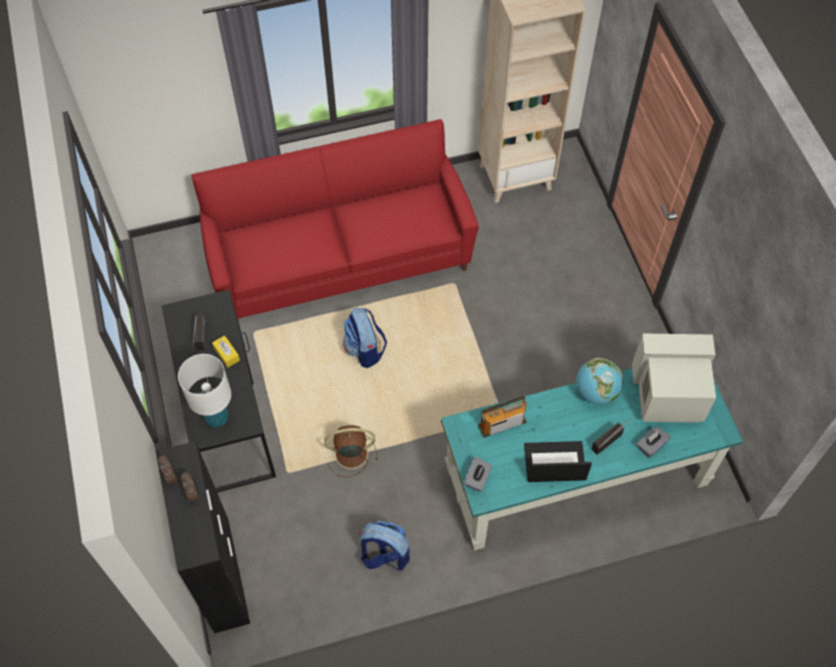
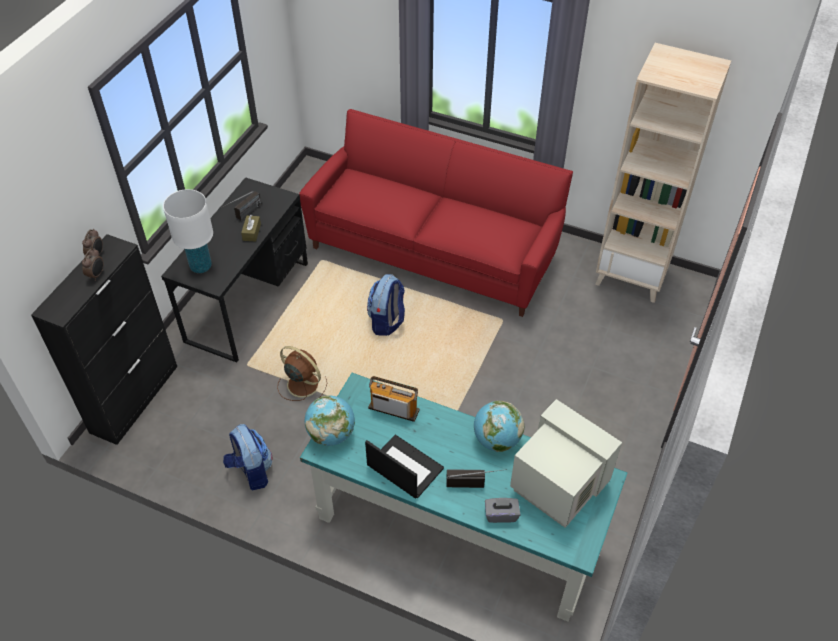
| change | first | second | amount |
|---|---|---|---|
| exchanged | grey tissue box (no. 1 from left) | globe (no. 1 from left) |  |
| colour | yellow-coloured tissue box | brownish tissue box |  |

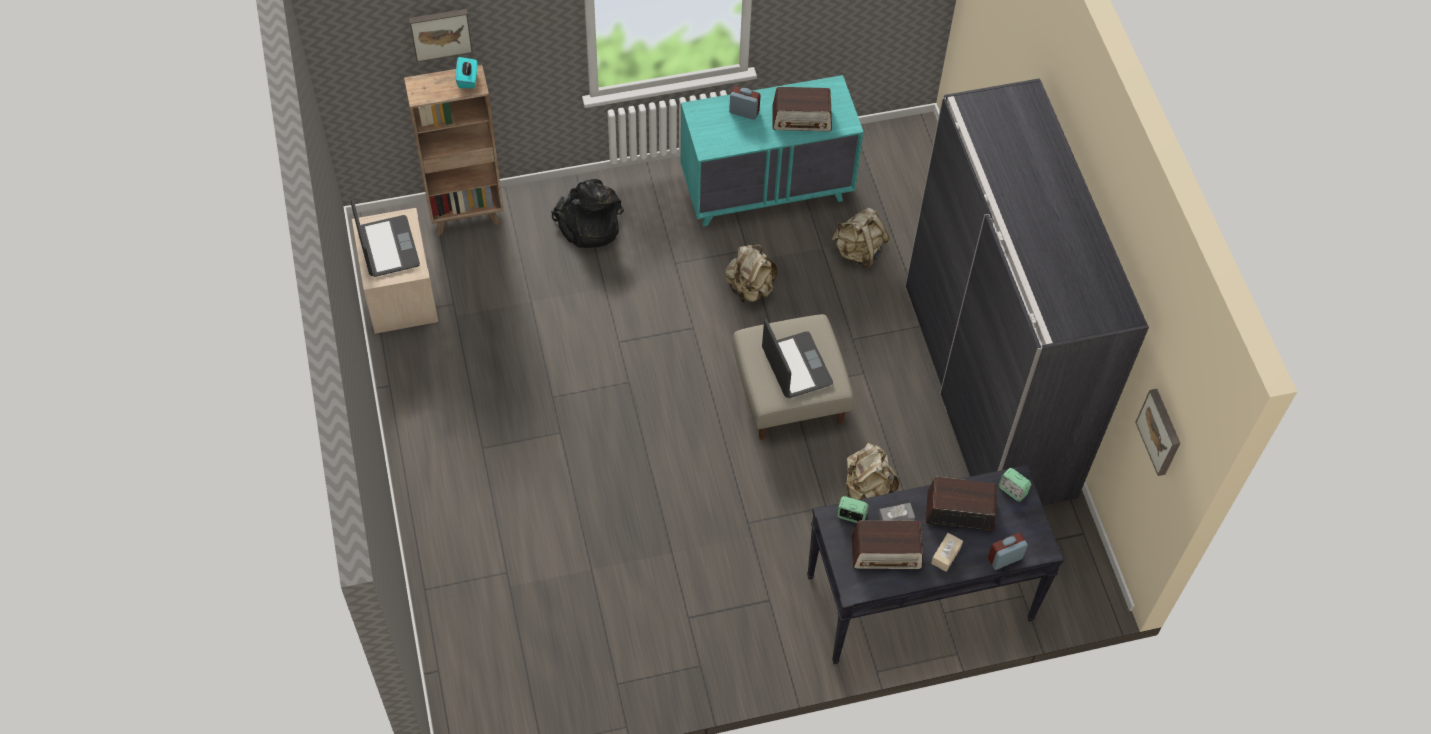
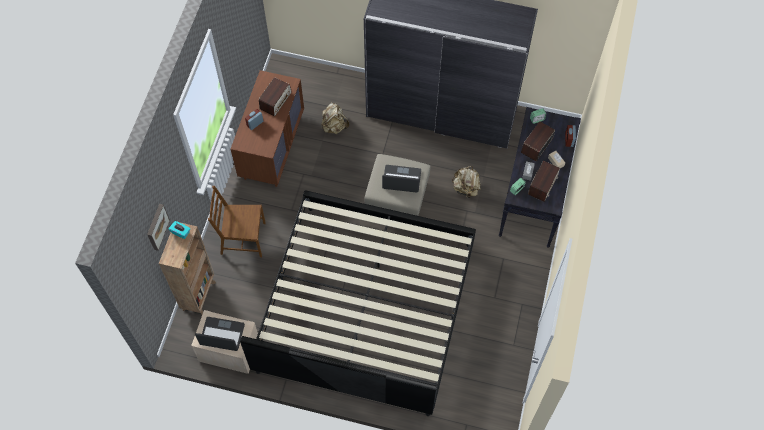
| change | first | second | amount |
|---|---|---|---|
| missing | beige backpack (no. 1 from left) |  |  |
| missing | wall picture (no. 2 from left) |  |  |
| appeared |  | bed |  |
| exchanged | black backpack | brownish upright chair |  |
| colour | blue-green dresser | brownish dresser |  |

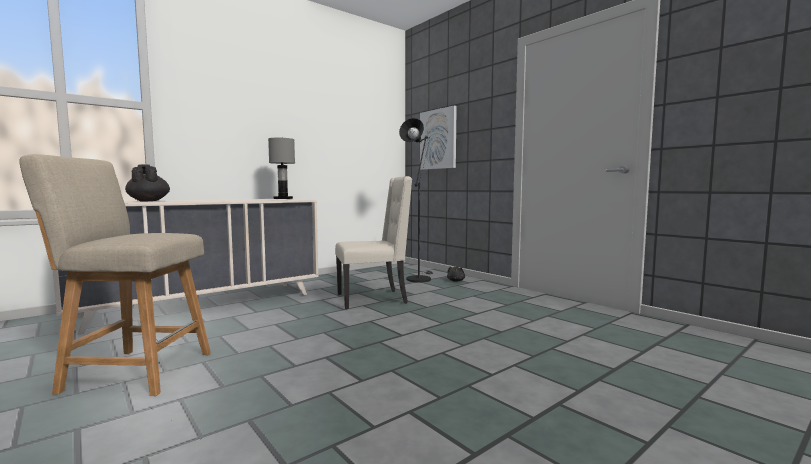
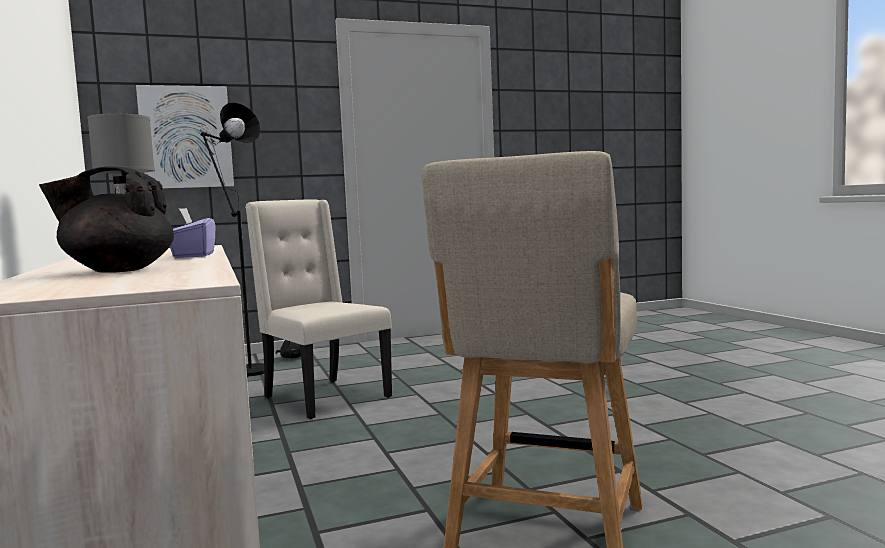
| change | first | second | amount |
|---|---|---|---|
| appeared |  | purple-coloured tissue box |  |
| spun | beige upright chair (no. 2 from left in the first image) | beige upright chair (no. 1 from left) | 45 degrees counterclockwise |

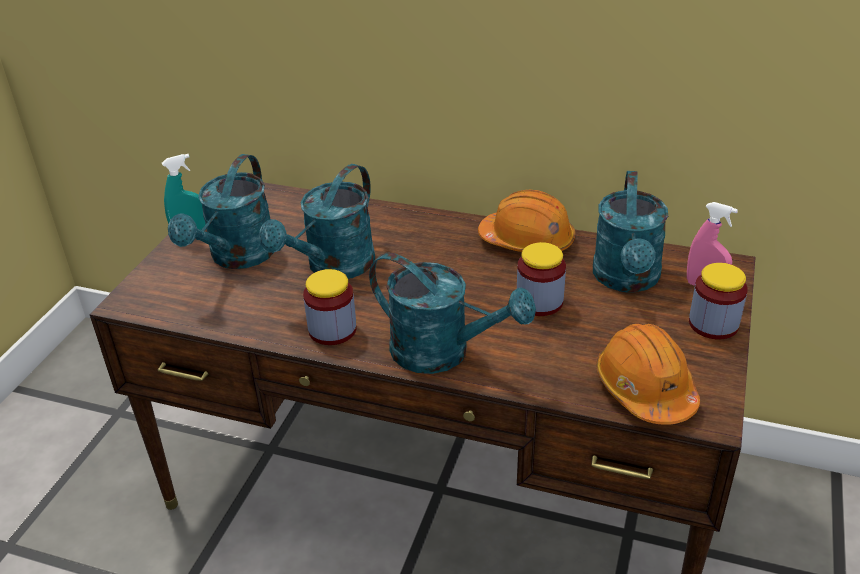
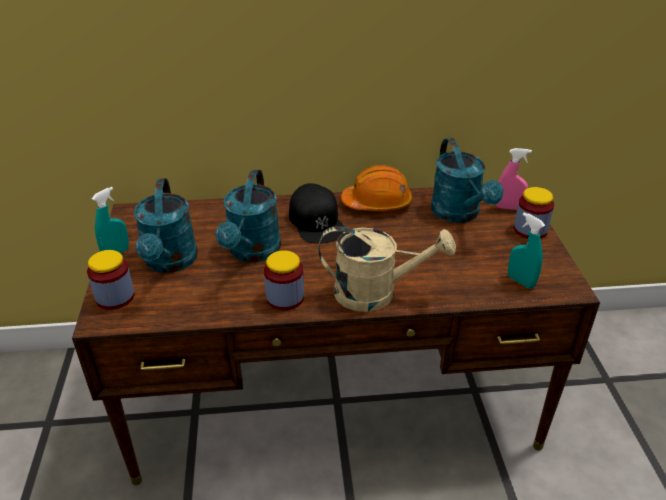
| change | first | second | amount |
|---|---|---|---|
| appeared |  | black baseball cap |  |
| relocated | storage jar (no. 2 from left in the first image) | storage jar (no. 1 from left) |  |
| exchanged | orangey work helmet (no. 2 from left) | blue-green spray bottle (no. 2 from left) |  |
| colour | blue-green watering can (no. 3 from left) | beige watering can |  |

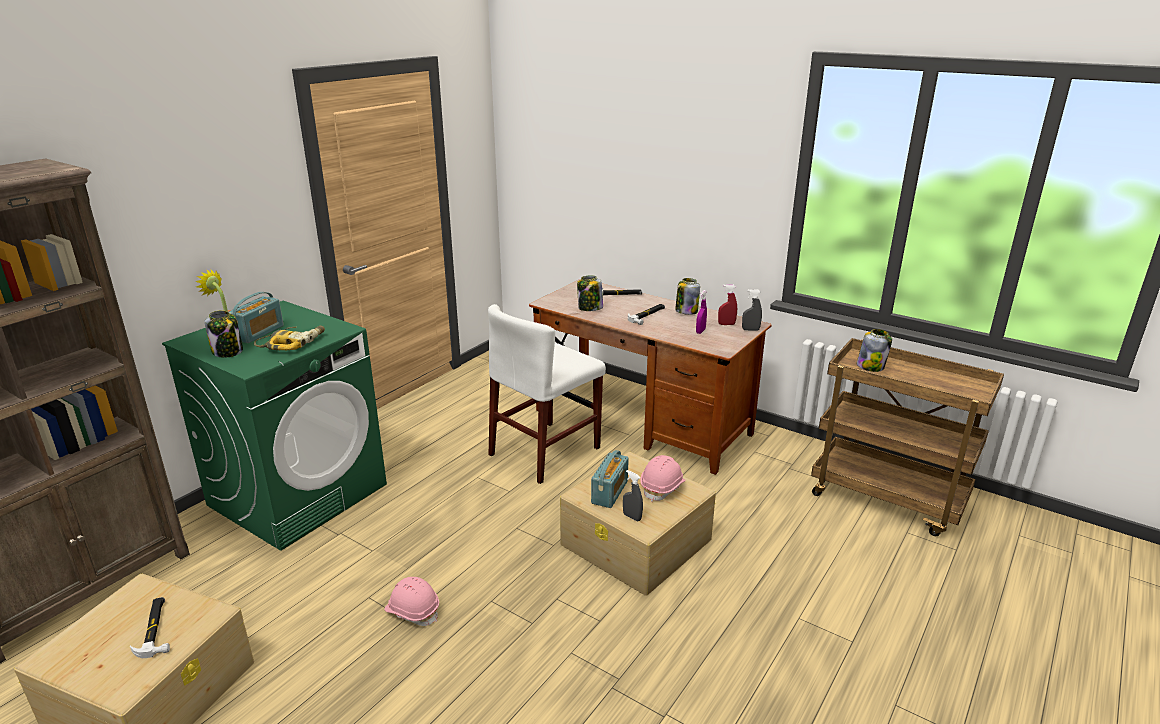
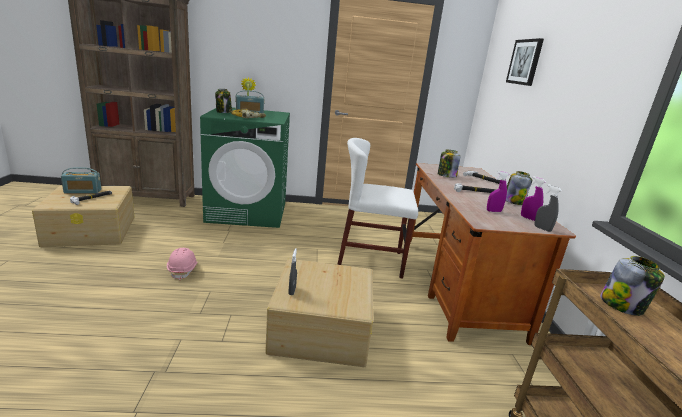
| change | first | second | amount |
|---|---|---|---|
| missing | pink-coloured work helmet (no. 2 from left) |  |  |
| appeared |  | wall picture |  |
| relocated | radio (no. 2 from left in the first image) | radio (no. 1 from left) |  |
| colour | red-coloured spray bottle | purple-coloured spray bottle (no. 2 from left) |  |

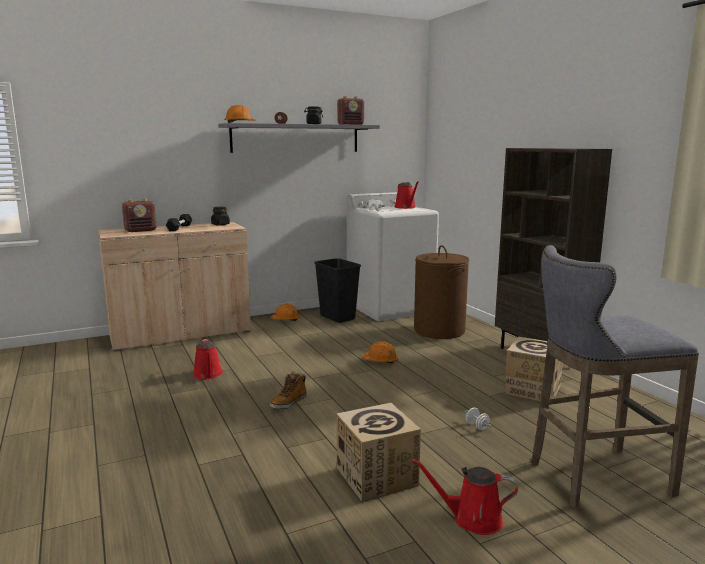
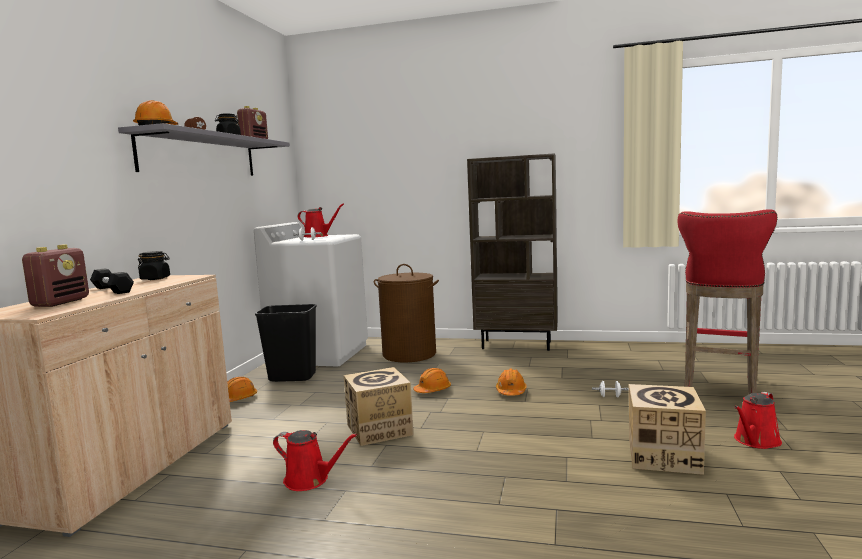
| change | first | second | amount |
|---|---|---|---|
| missing | high-top boot |  |  |
| appeared |  | orangey work helmet (no. 4 from left) |  |
| relocated | packing box (no. 2 from left in the first image) | packing box (no. 1 from left) |  |
| colour | grey stool | red-coloured stool |  |

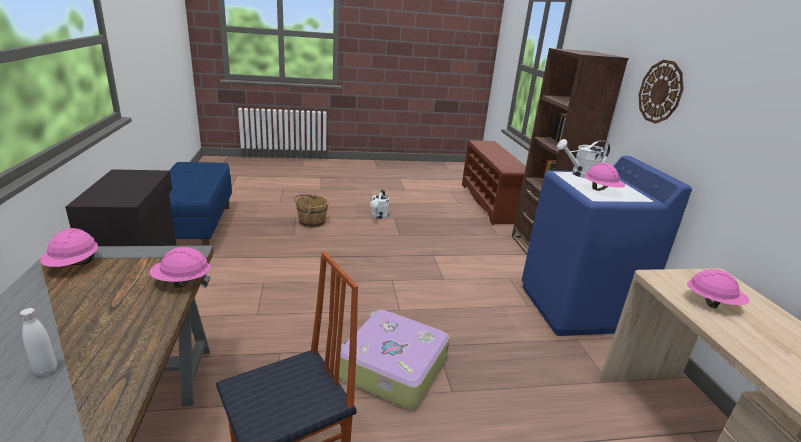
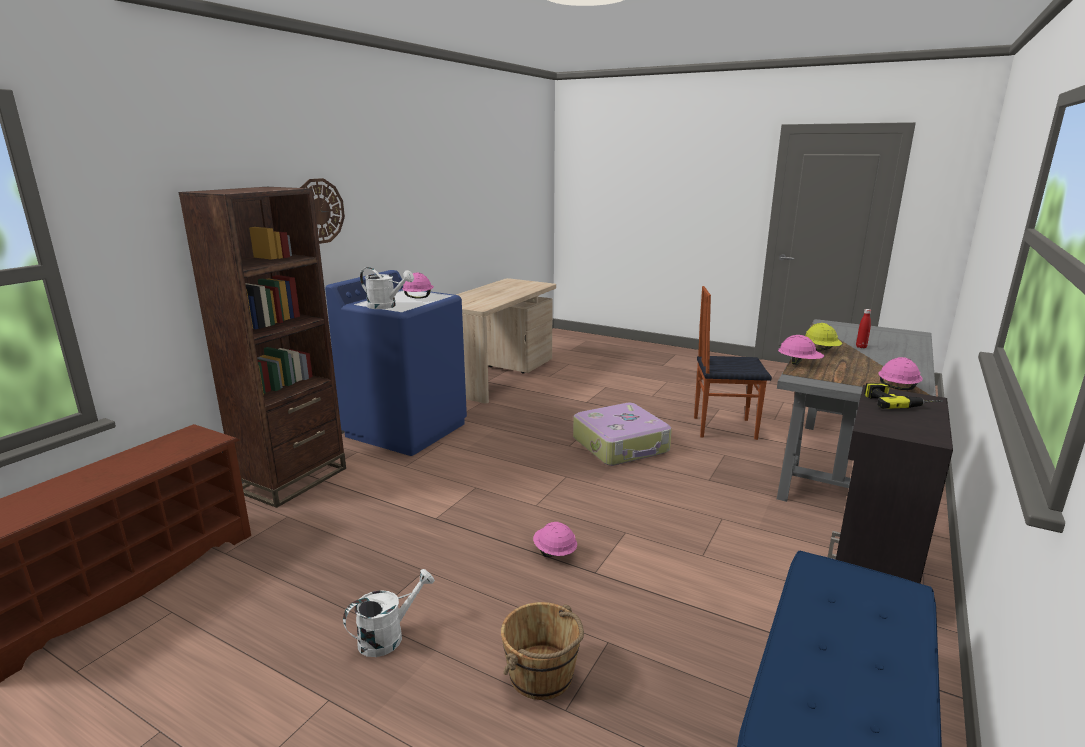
| change | first | second | amount |
|---|---|---|---|
| appeared |  | yellow-coloured work helmet |  |
| appeared |  | power drill |  |
| relocated | pink-coloured work helmet (no. 4 from left in the first image) | pink-coloured work helmet (no. 2 from left) |  |
| colour | white-coloured bottle | red-coloured bottle |  |

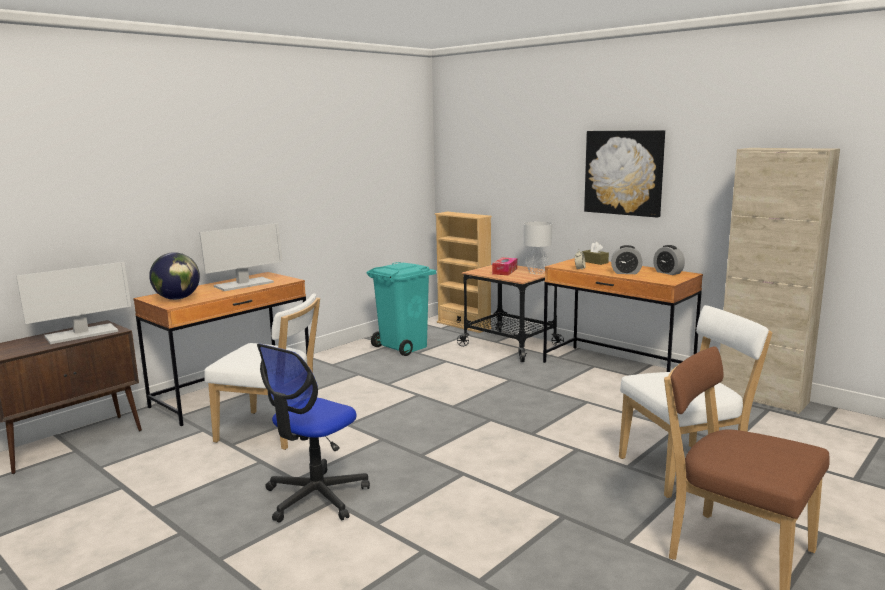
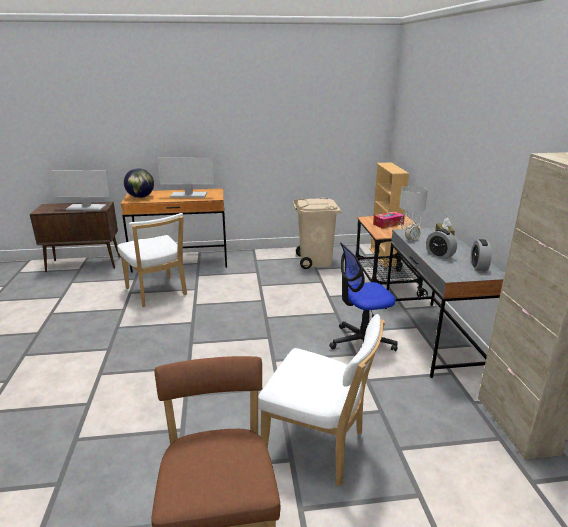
| change | first | second | amount |
|---|---|---|---|
| missing | wall picture |  |  |
| relocated | office chair |  |  |
| colour | blue-green waste bin | beige waste bin |  |
| colour | brownish desk table (no. 2 from left) | grey desk table |  |

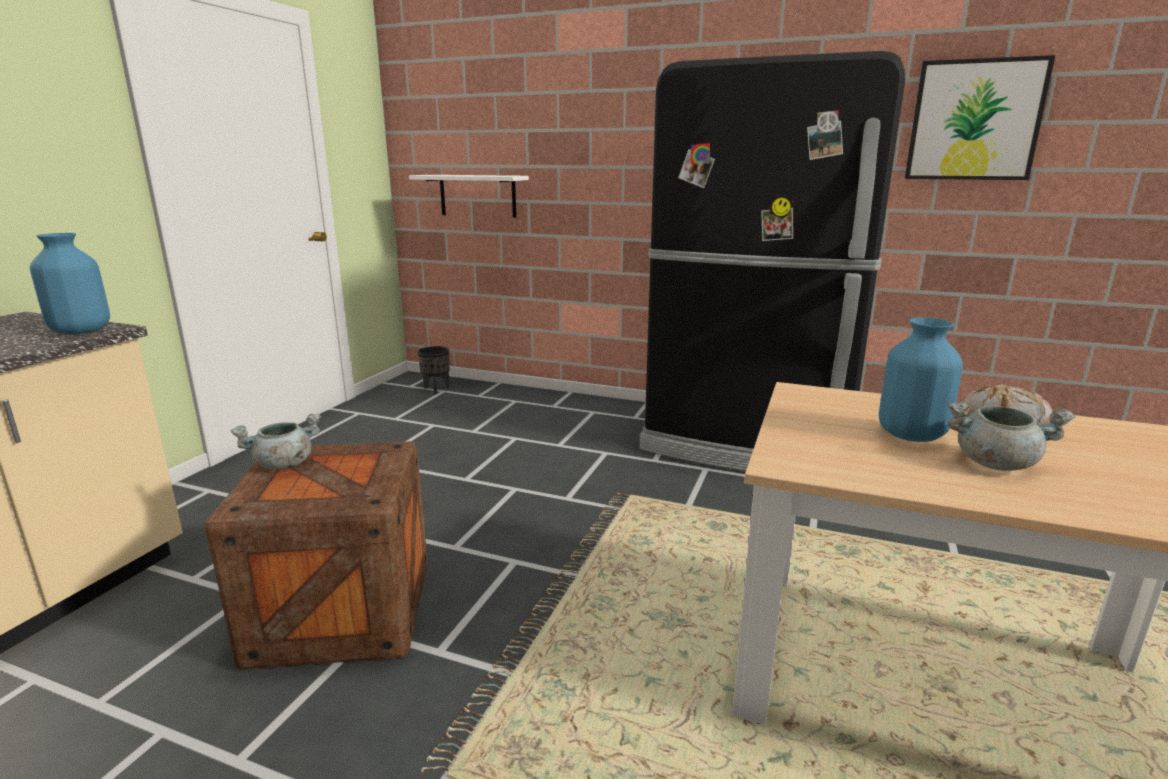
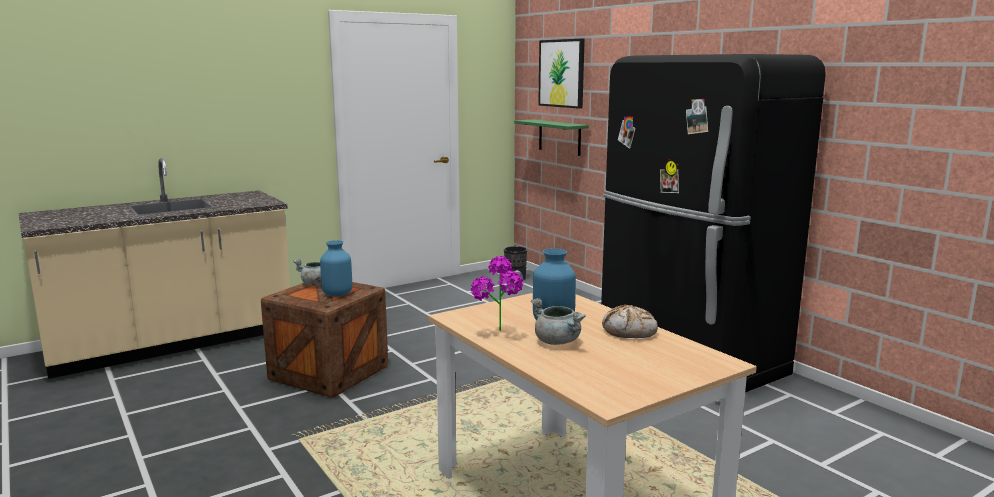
| change | first | second | amount |
|---|---|---|---|
| appeared |  | plant in a pot |  |
| relocated | blue-coloured vase (no. 1 from left) |  |  |
| relocated | wall picture |  |  |
| colour | white-coloured shelf | greenish shelf |  |

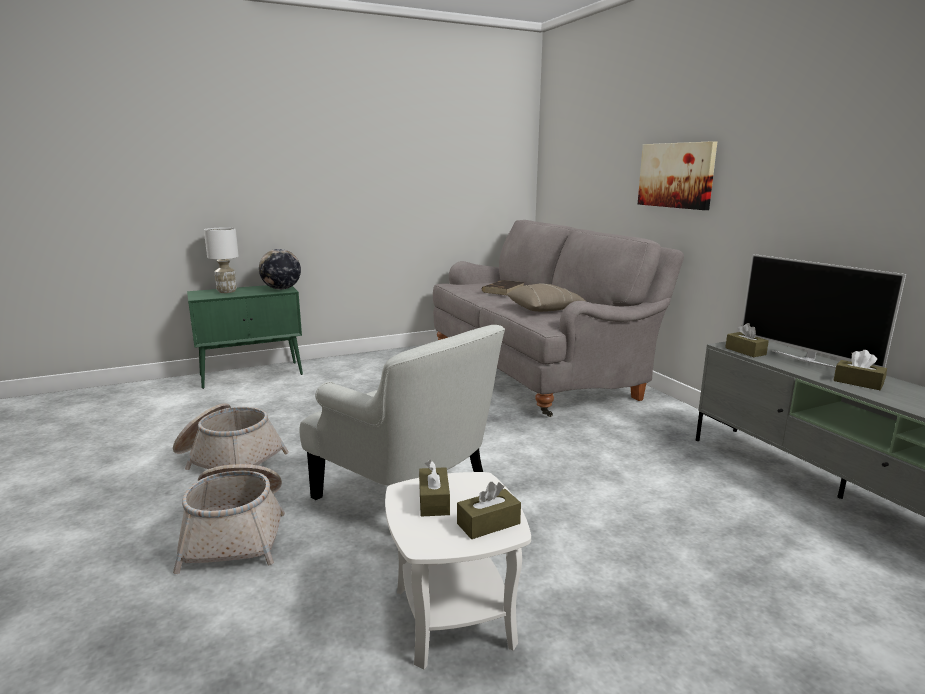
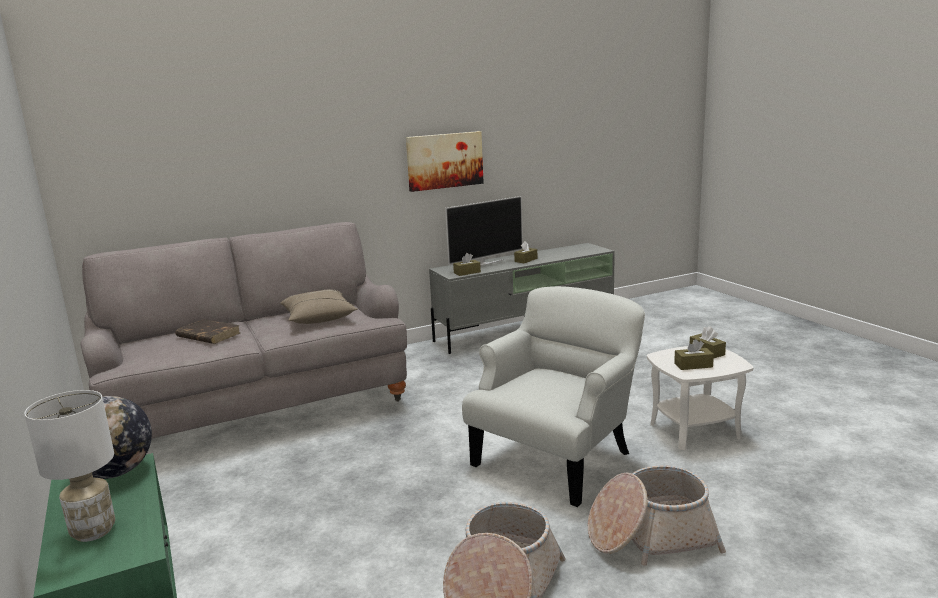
| change | first | second | amount |
|---|---|---|---|
| relocated | wall picture |  |  |

